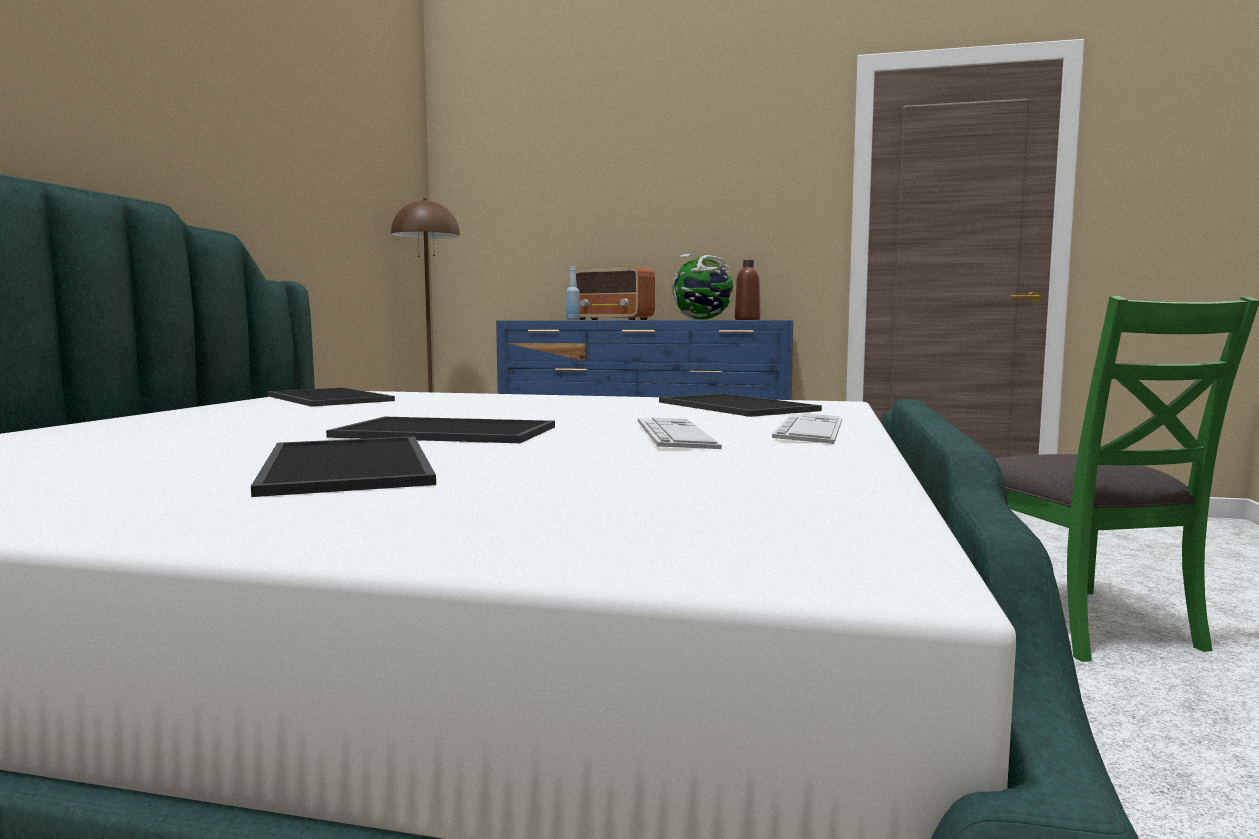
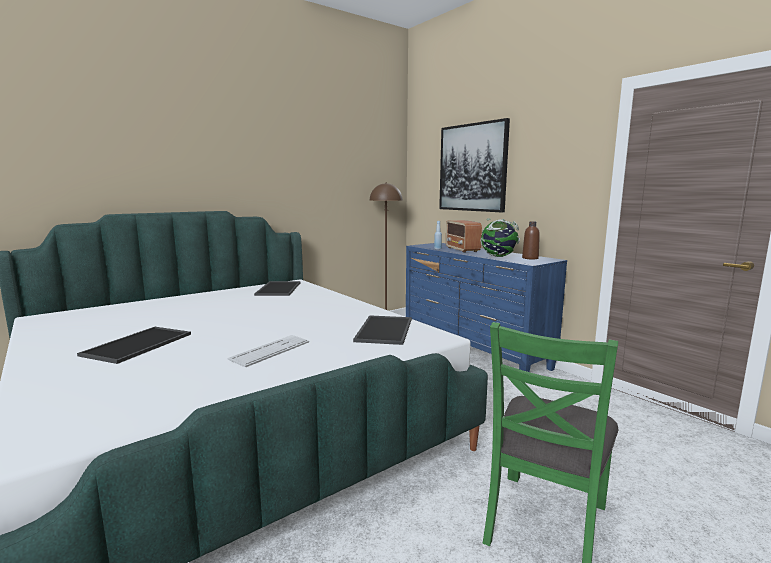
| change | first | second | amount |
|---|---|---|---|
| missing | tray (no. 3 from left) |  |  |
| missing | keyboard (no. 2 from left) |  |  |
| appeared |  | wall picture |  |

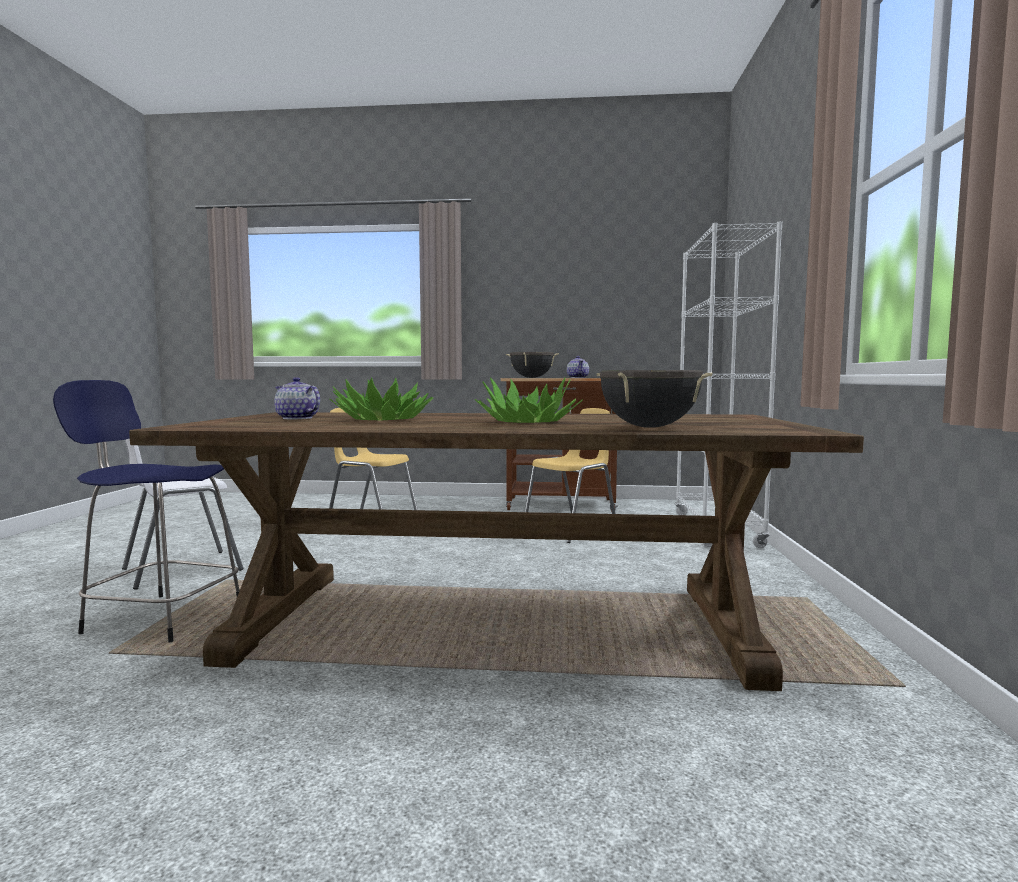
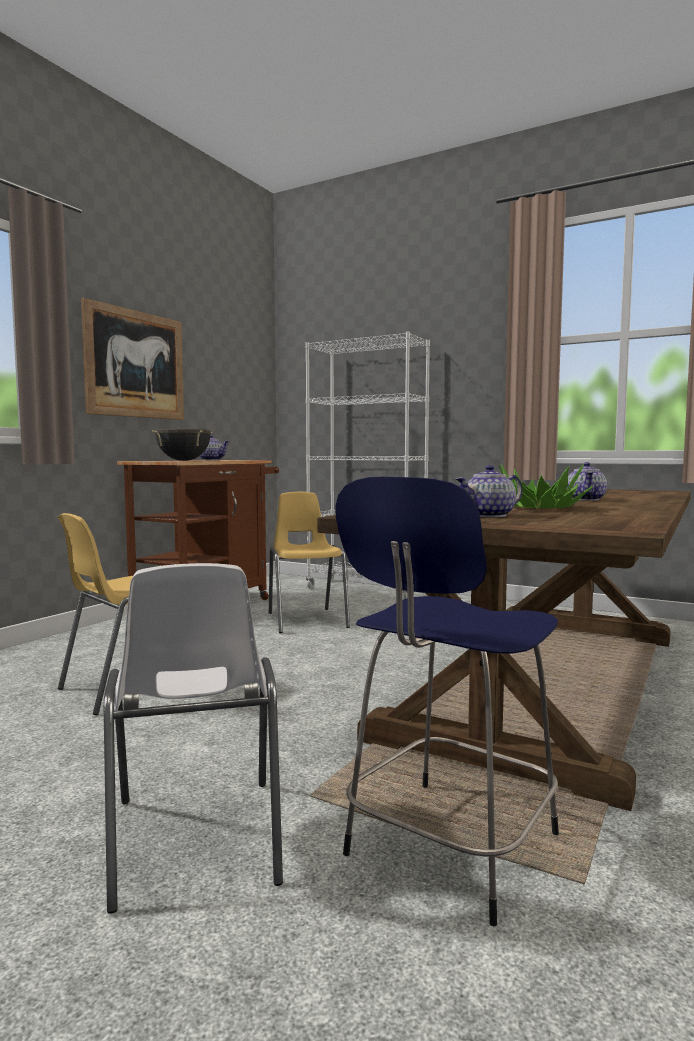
| change | first | second | amount |
|---|---|---|---|
| missing | black cooking pot (no. 2 from left) |  |  |
| appeared |  | wall picture |  |
| exchanged | plant in a pot (no. 2 from left) | teapot (no. 3 from left) |  |

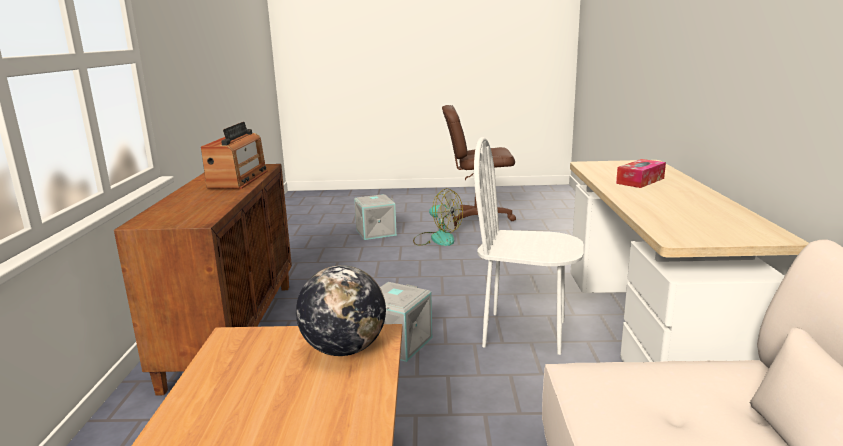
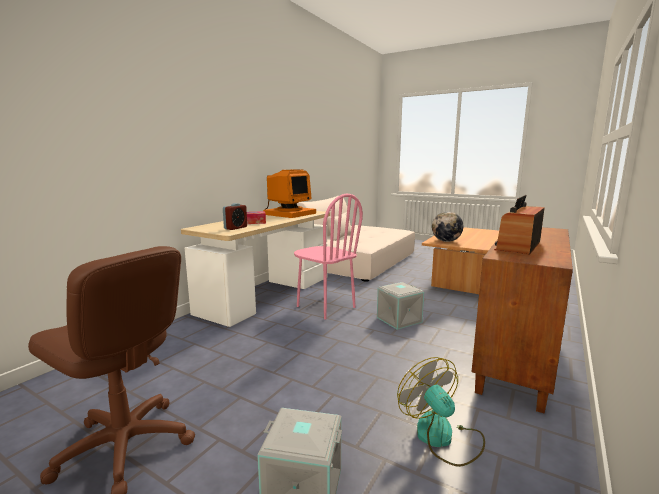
| change | first | second | amount |
|---|---|---|---|
| appeared |  | table clock |  |
| appeared |  | computer display |  |
| relocated | fan |  |  |
| colour | white-coloured upright chair | pink-coloured upright chair |  |

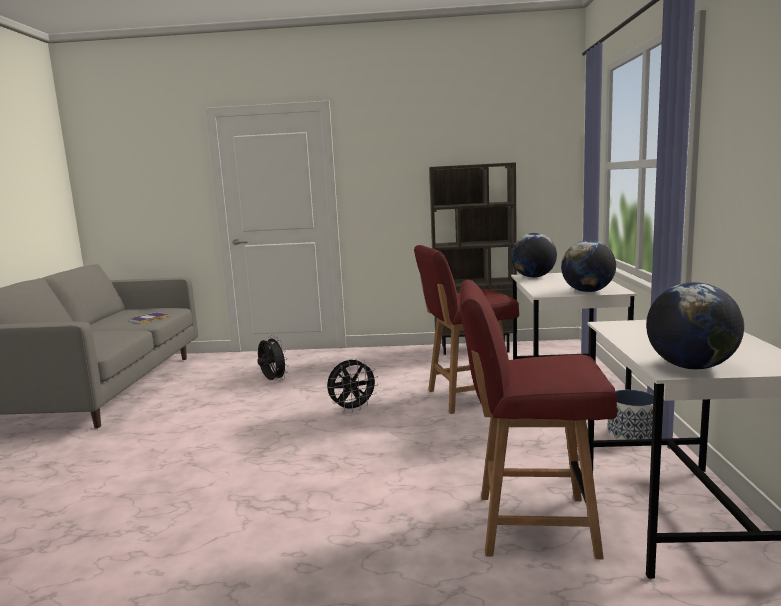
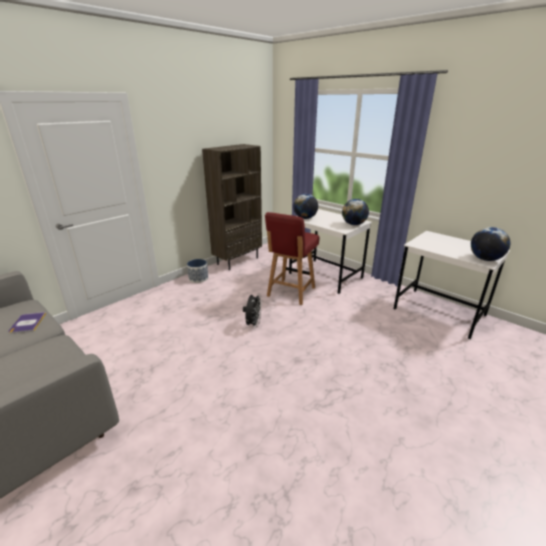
| change | first | second | amount |
|---|---|---|---|
| missing | black fan (no. 1 from left) |  |  |
| missing | red-coloured upright chair (no. 2 from left) |  |  |
| relocated | planter |  |  |

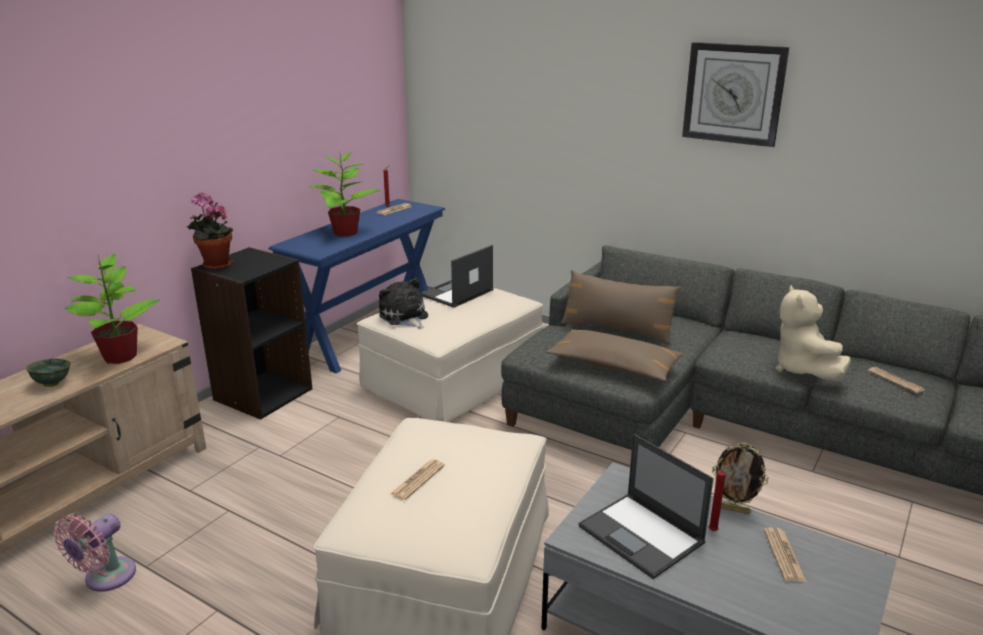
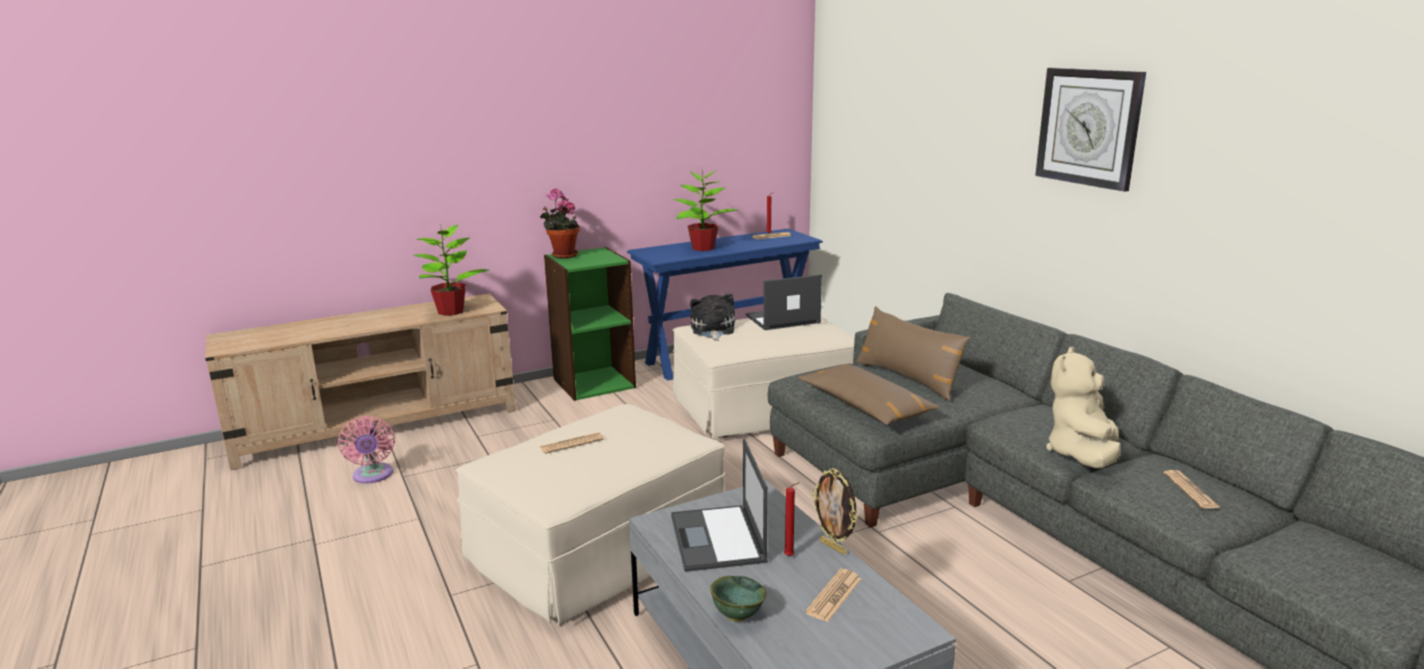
| change | first | second | amount |
|---|---|---|---|
| relocated | greenish serving bowl |  |  |
| colour | black shelving unit | greenish shelving unit |  |
| spun | pink-coloured fan |  | 75 degrees counterclockwise |

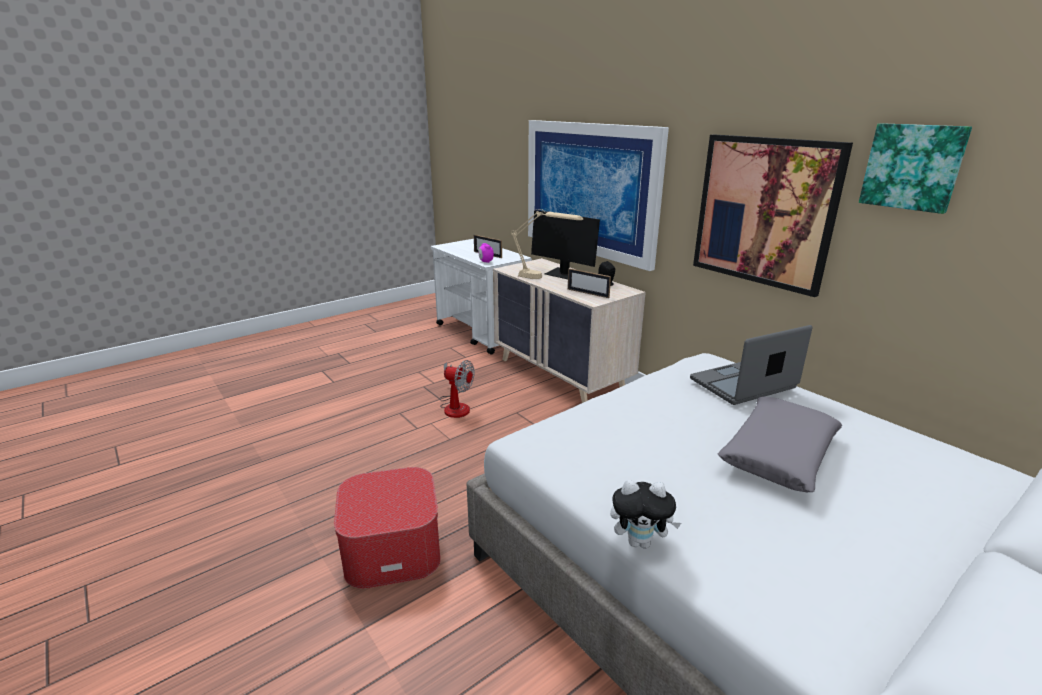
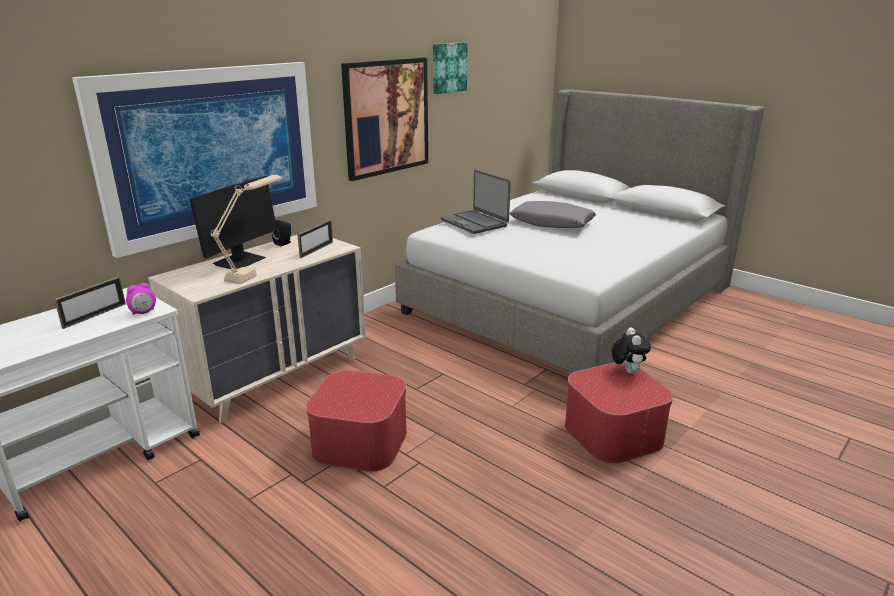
| change | first | second | amount |
|---|---|---|---|
| relocated | plush toy |  |  |
| exchanged | fan | pouffe (no. 1 from left) |  |

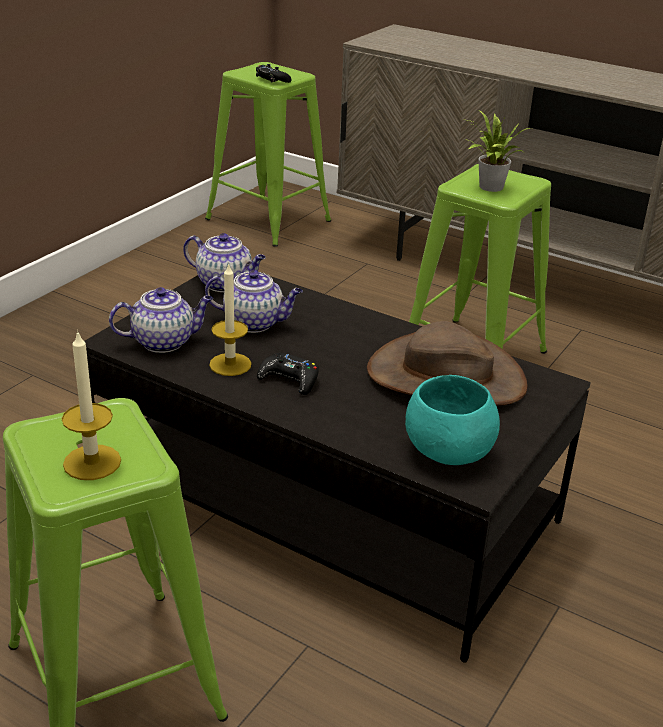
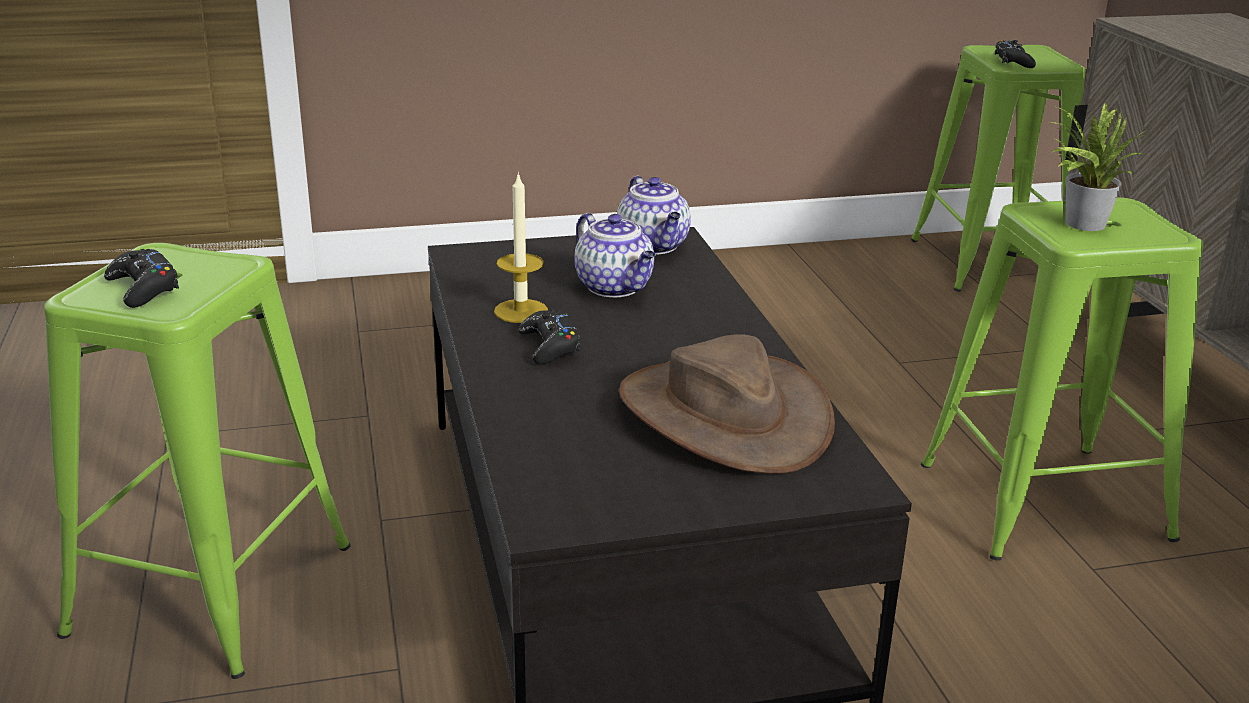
| change | first | second | amount |
|---|---|---|---|
| missing | teapot (no. 1 from left) |  |  |
| missing | blue-green serving bowl |  |  |
| exchanged | wax candle (no. 1 from left) | black game controller (no. 1 from left) |  |

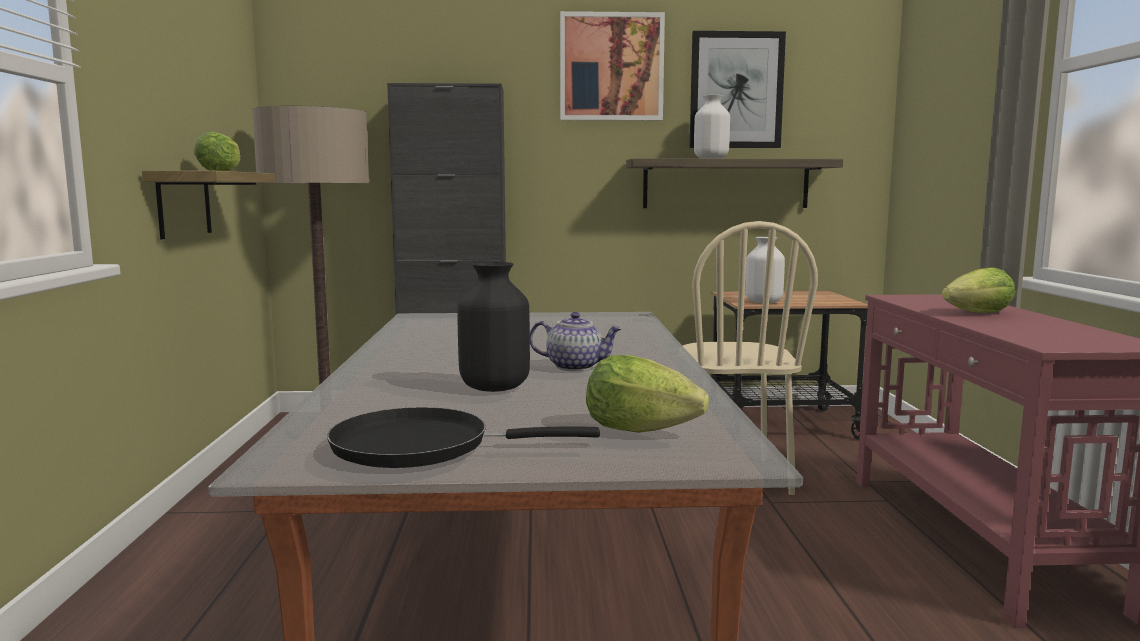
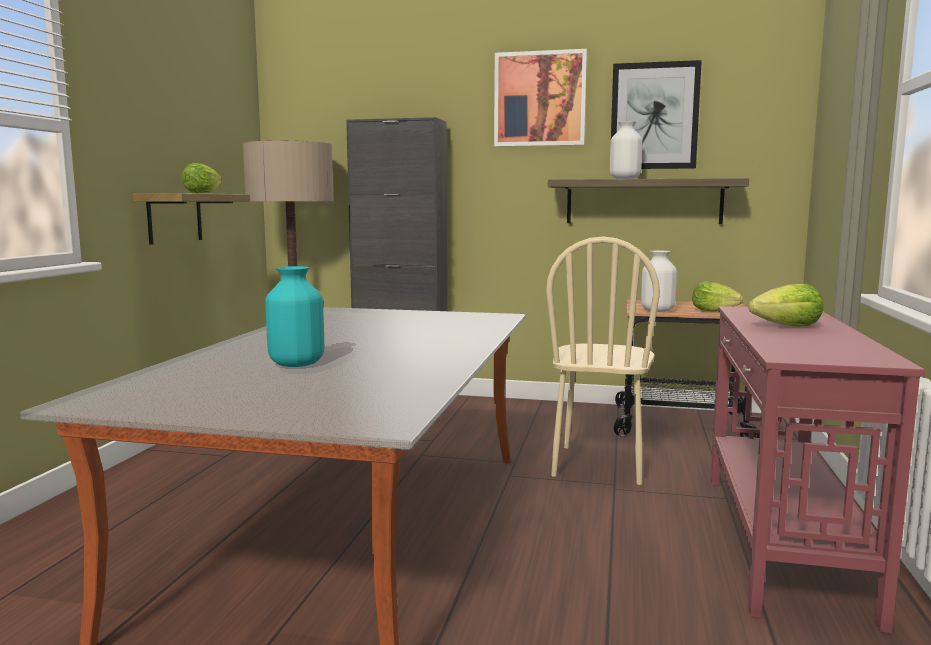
| change | first | second | amount |
|---|---|---|---|
| missing | black frying pan |  |  |
| missing | teapot |  |  |
| relocated | head of lettuce (no. 2 from left) |  |  |
| colour | black vase | blue-green vase |  |

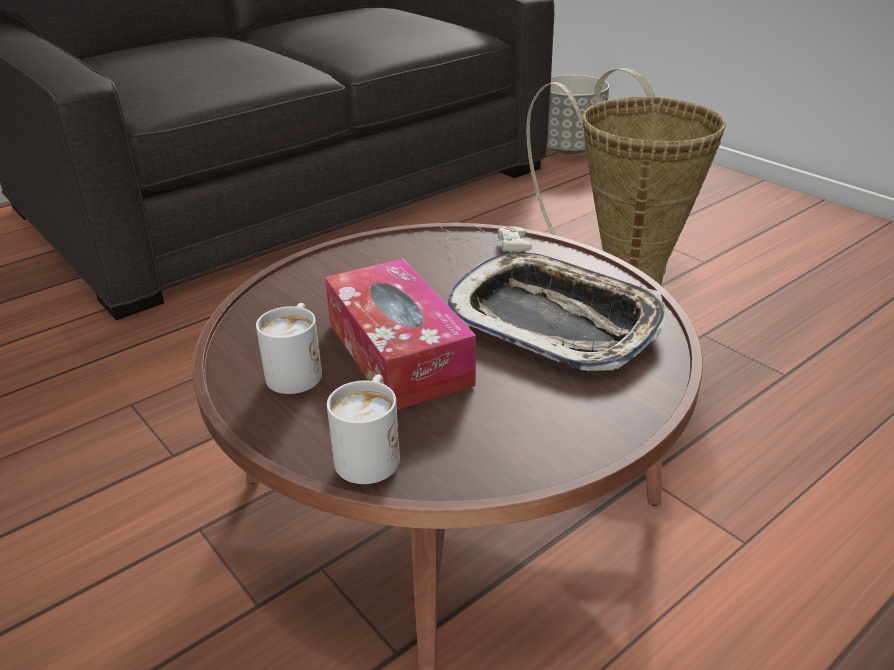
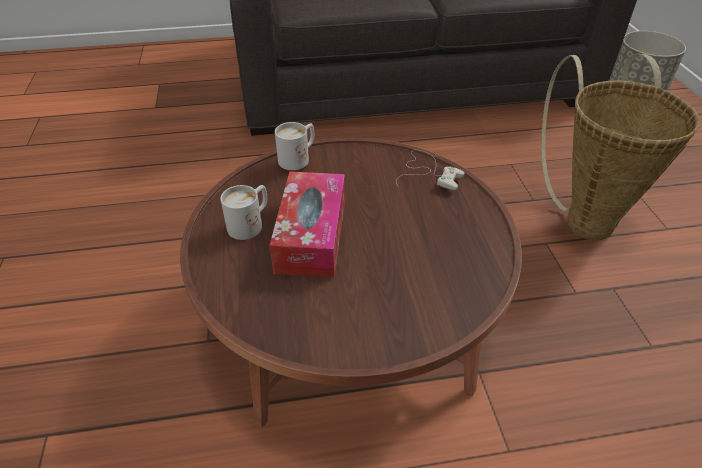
| change | first | second | amount |
|---|---|---|---|
| missing | tray |  |  |
| relocated | white-coloured tea mug (no. 2 from left) |  |  |

